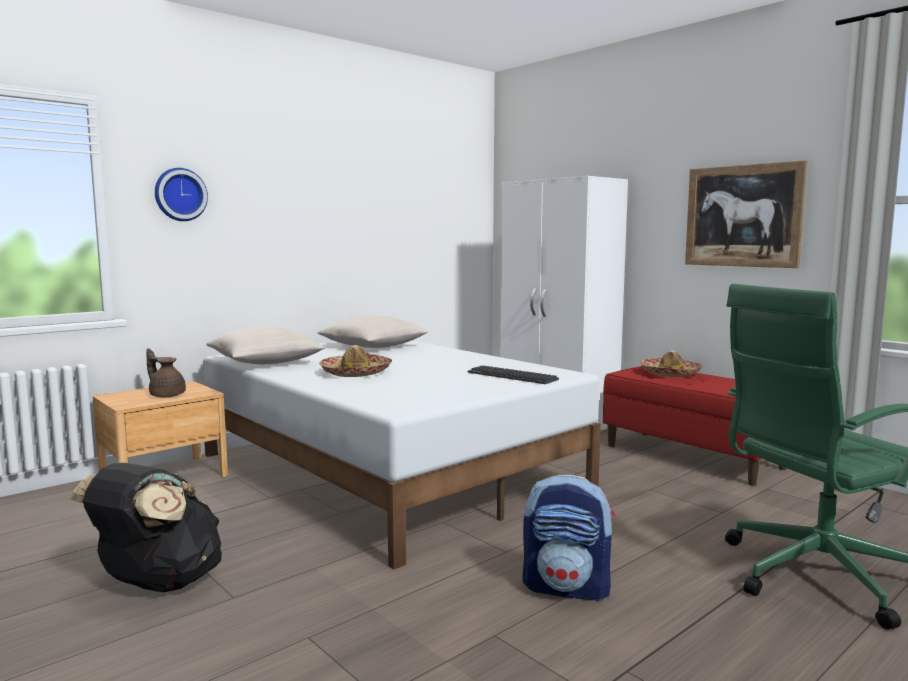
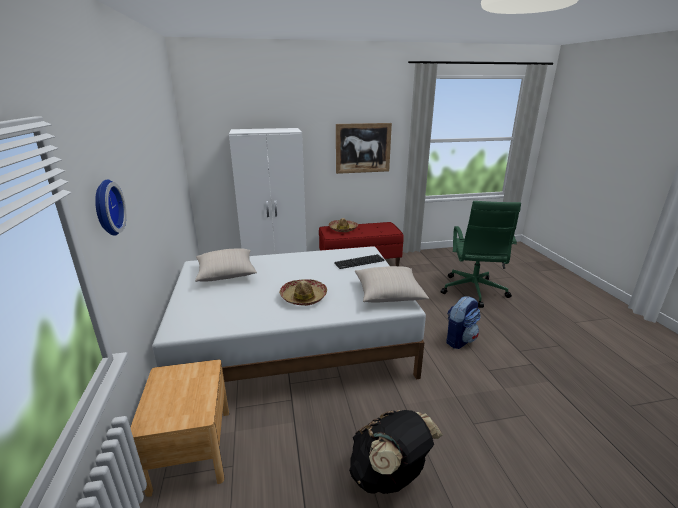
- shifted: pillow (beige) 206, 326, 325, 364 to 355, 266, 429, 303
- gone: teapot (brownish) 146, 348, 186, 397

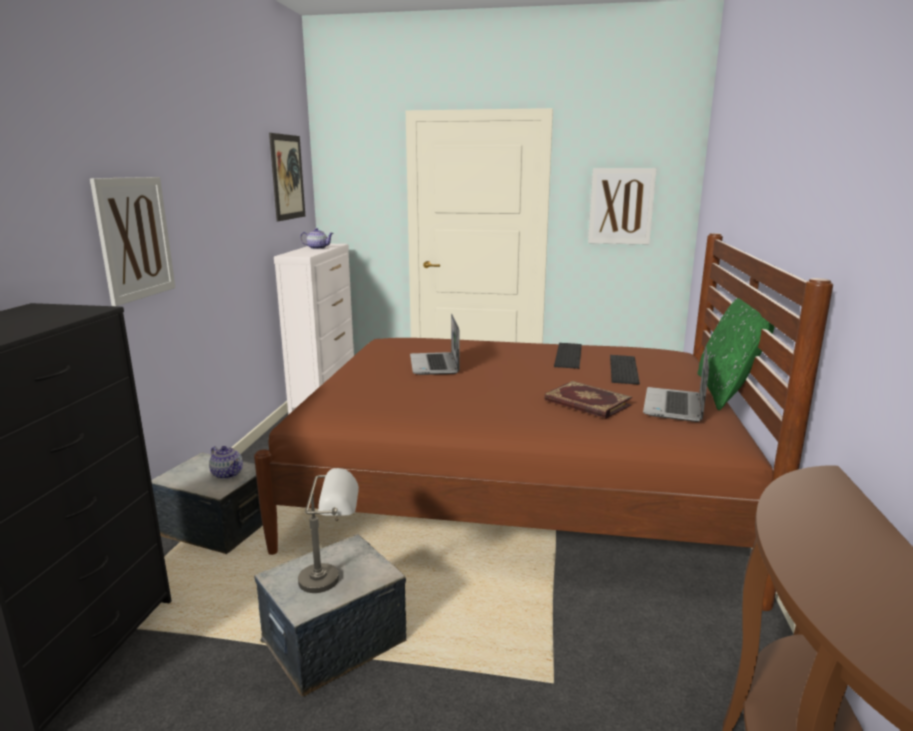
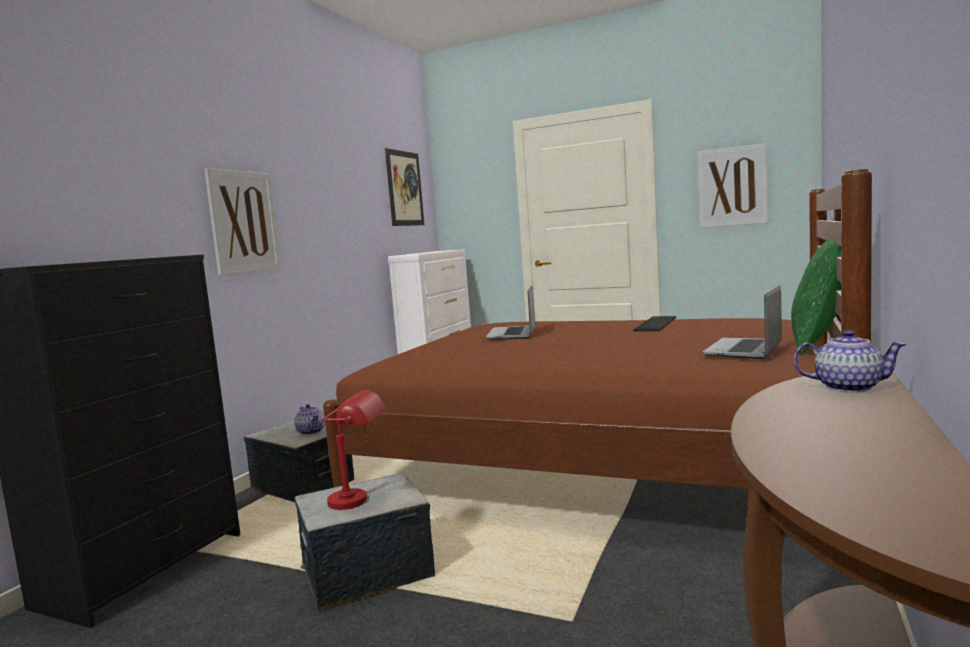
- shifted: teapot 300, 228, 333, 249 to 794, 330, 907, 393
- gone: keyboard 610, 355, 640, 385
- gone: bound book 544, 381, 632, 419
- repainted: lamp for a table (greyish) 298, 468, 359, 593 to lamp for a table (reddish) 322, 390, 386, 510

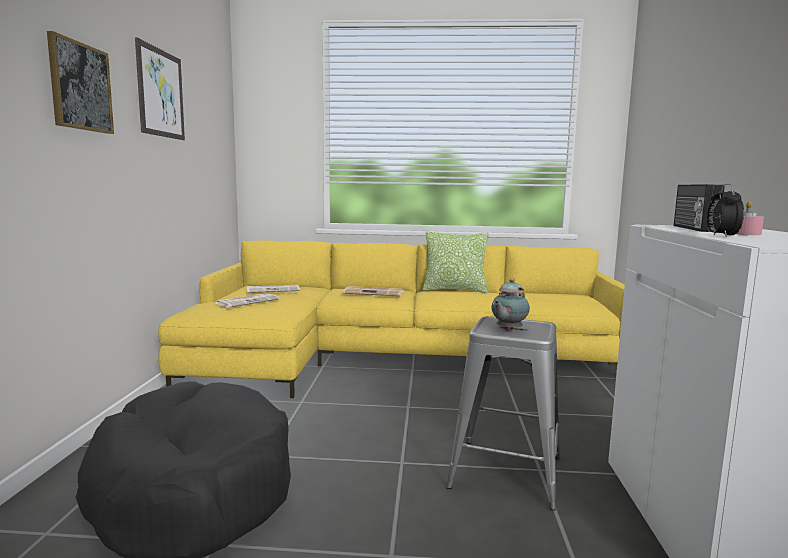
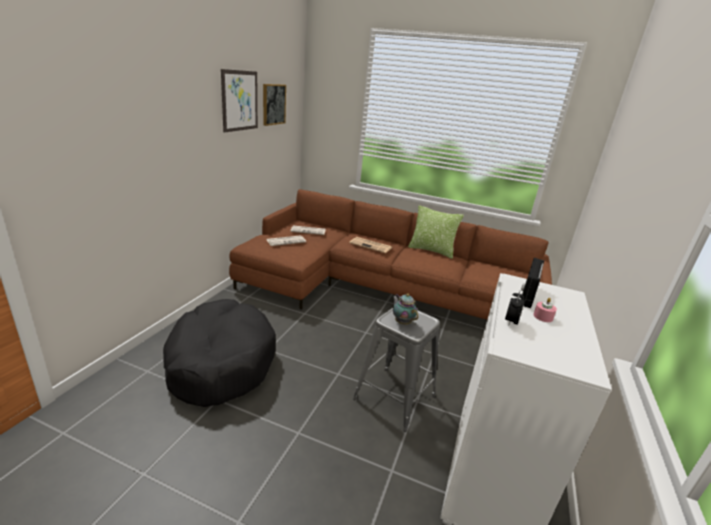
- shifted: picture 47, 31, 114, 134 to 263, 84, 286, 126
- repainted: settee (yellow) 158, 240, 625, 398 to settee (brownish) 229, 189, 552, 320
- rotated: teapot 492, 278, 530, 331 = 392, 293, 418, 325 90 degrees clockwise

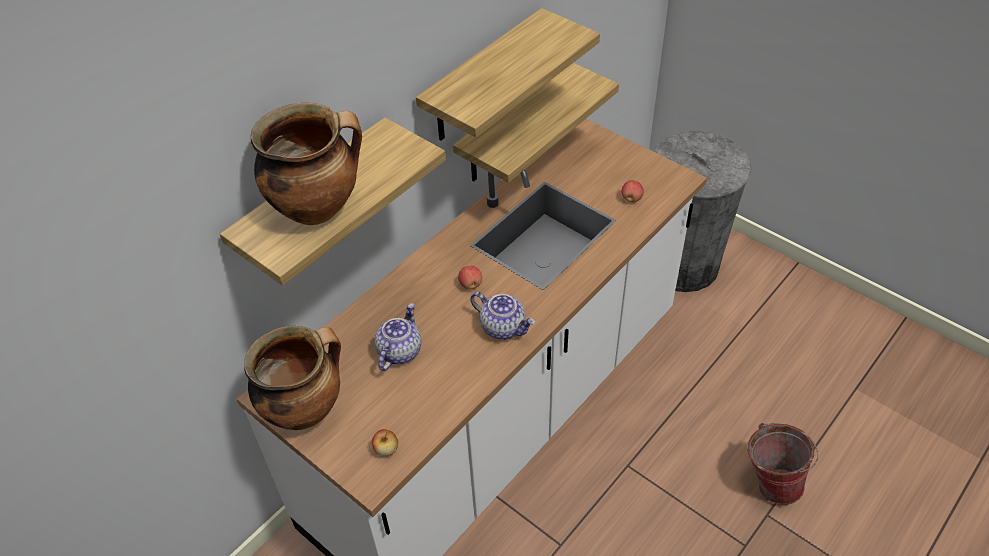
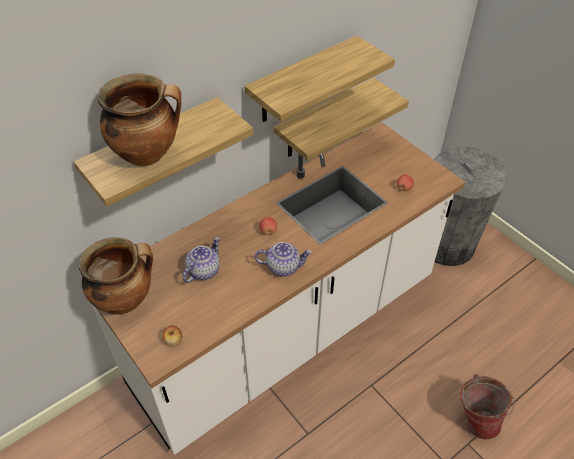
- rotated: teapot 470, 292, 535, 340 = 255, 242, 312, 276 45 degrees counterclockwise

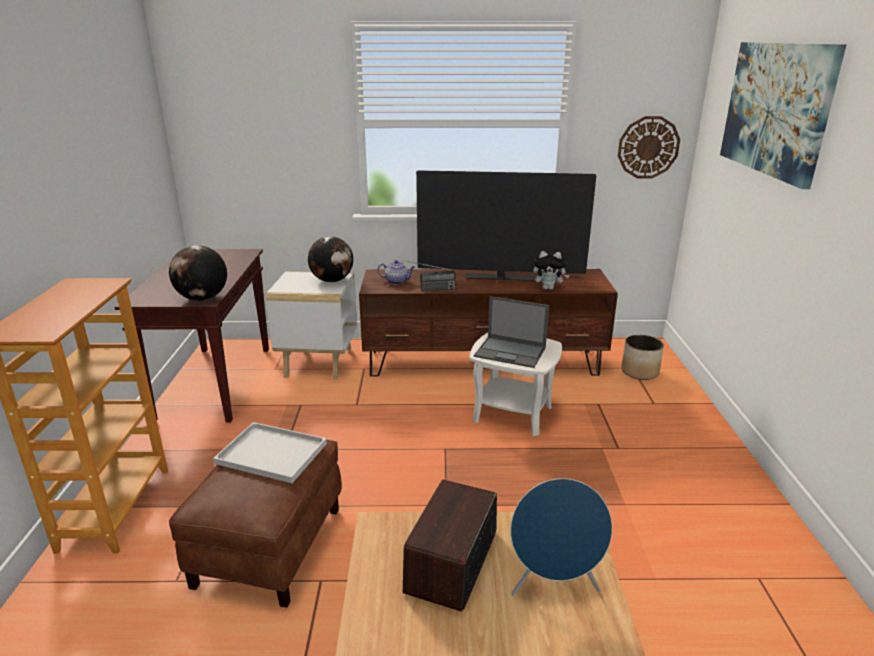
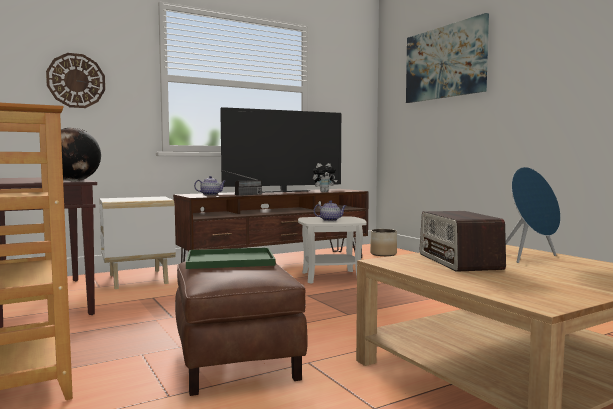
- shifted: wall clock 618, 116, 680, 178 to 46, 53, 105, 108
- gone: globe 308, 236, 353, 282
- swapped: laptop 474, 296, 549, 368 to teapot 314, 200, 347, 221
- repainted: serving tray (white) 213, 422, 327, 483 to serving tray (green-coloured) 186, 247, 276, 269

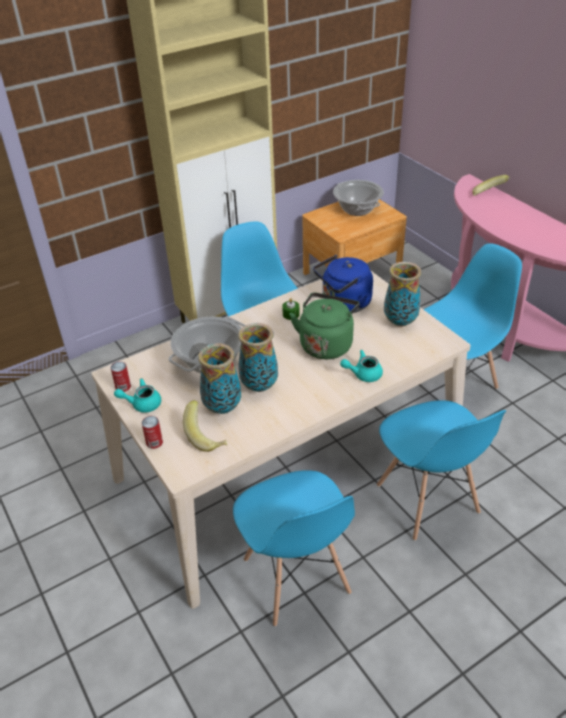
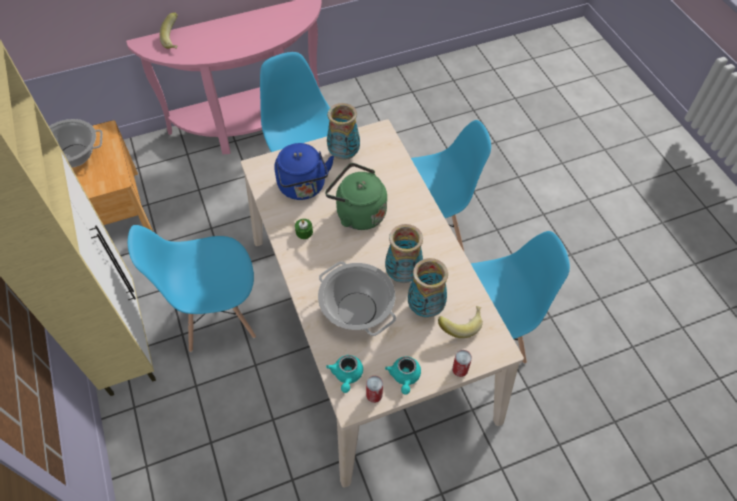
- shifted: teapot (turquoise-coloured) 340, 350, 383, 382 to 326, 355, 363, 393

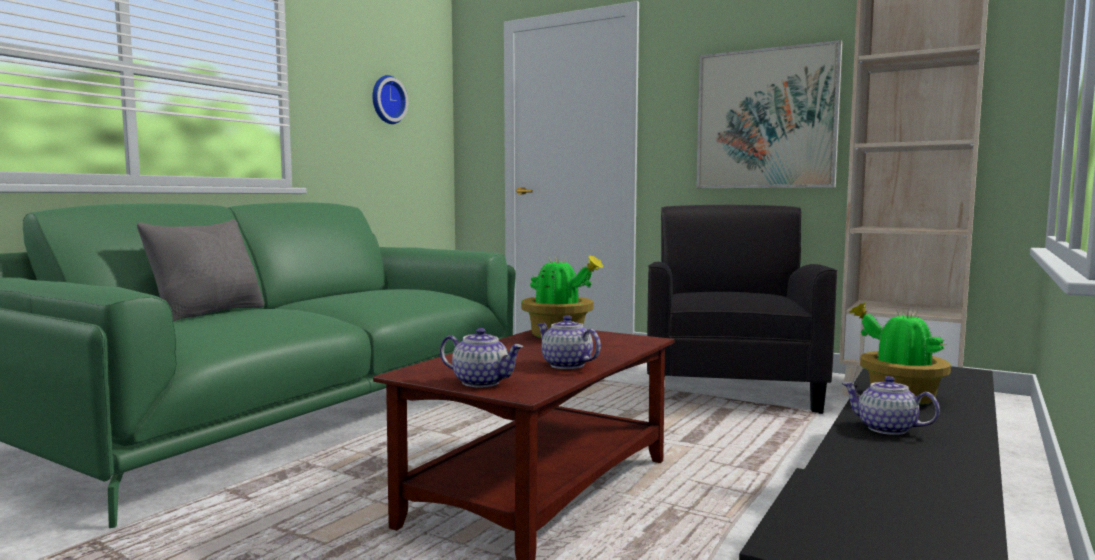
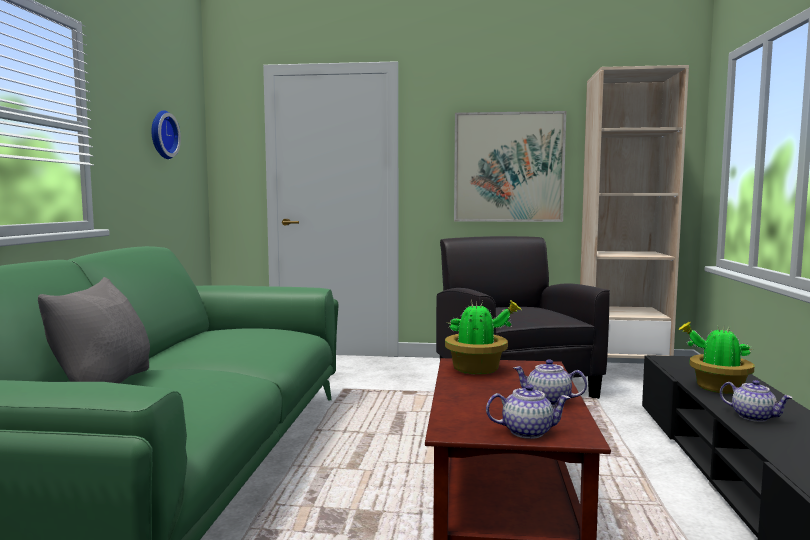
- rotated: teapot 842, 376, 940, 435 = 720, 380, 793, 422 150 degrees counterclockwise

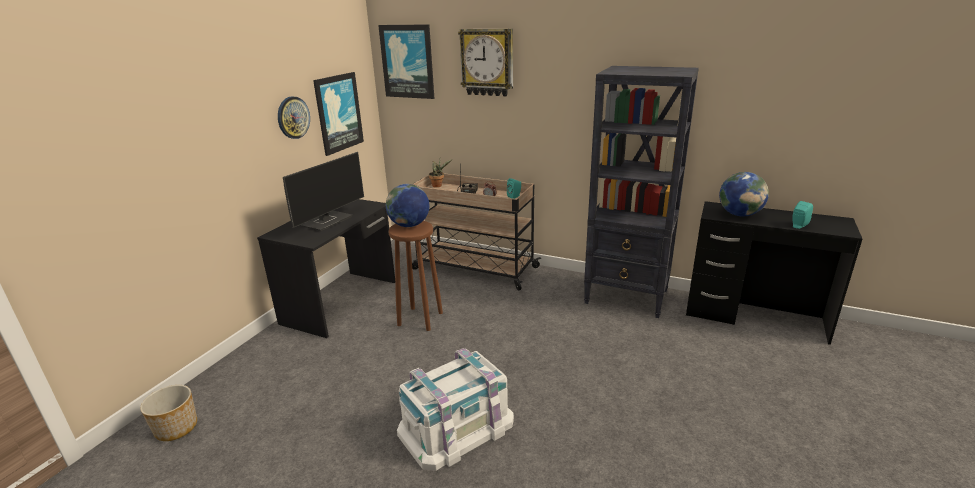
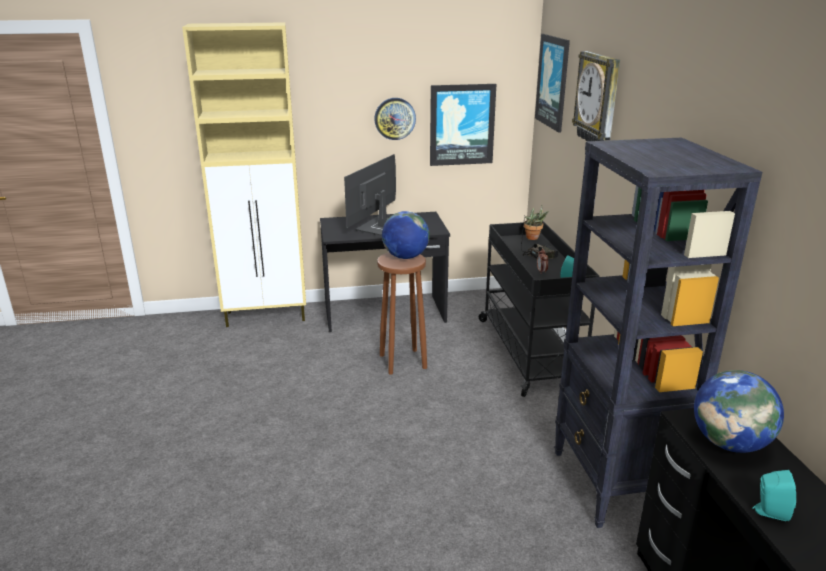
- rotated: computer screen 283, 152, 364, 231 = 344, 154, 396, 235 120 degrees clockwise
- repainted: trolley (beige) 412, 173, 541, 291 to trolley (black) 479, 221, 599, 397
- gone: storage box (white) 397, 348, 514, 471
- gone: flower pot 140, 385, 197, 441
- new: storage cabinet (beige) 182, 22, 306, 327

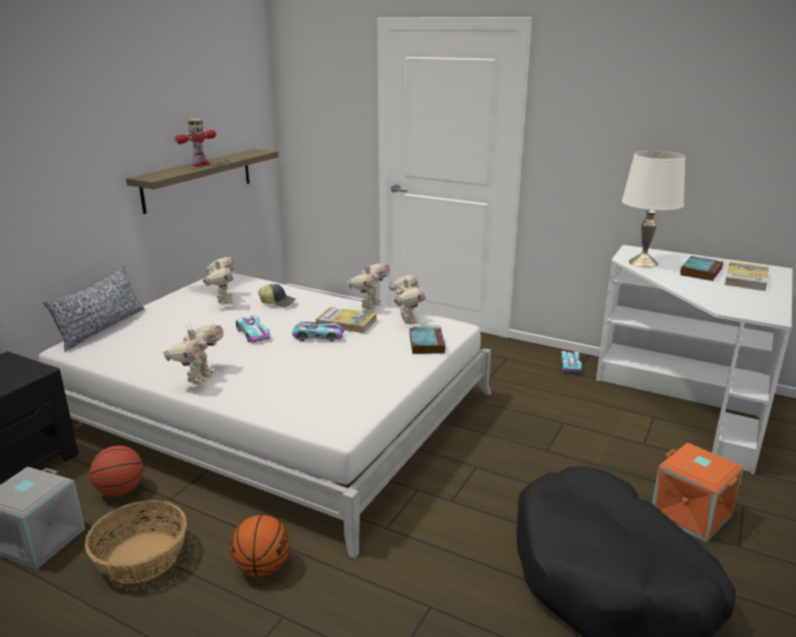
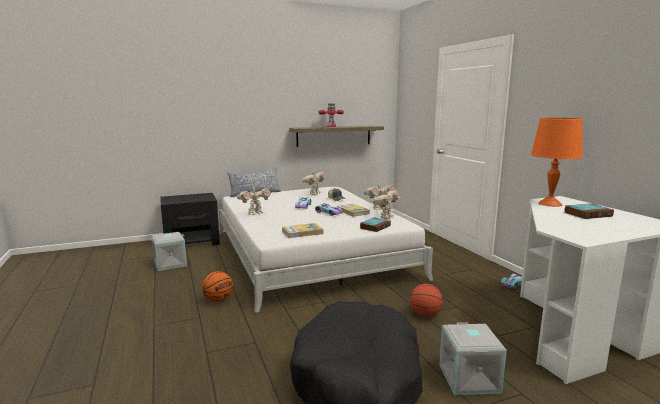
- repainted: lamp for a table (white) 622, 151, 686, 268 to lamp for a table (orange) 531, 118, 583, 207
- shifted: bound book 724, 262, 769, 291 to 282, 223, 323, 238
- repainted: storage box (orange) 652, 443, 744, 542 to storage box (greyish) 439, 322, 507, 395
- shifted: ball for basketball 90, 445, 144, 497 to 410, 284, 443, 317
- gone: basket 85, 500, 187, 584

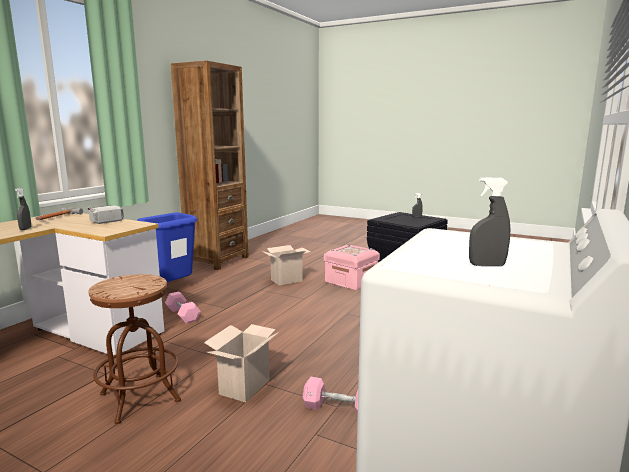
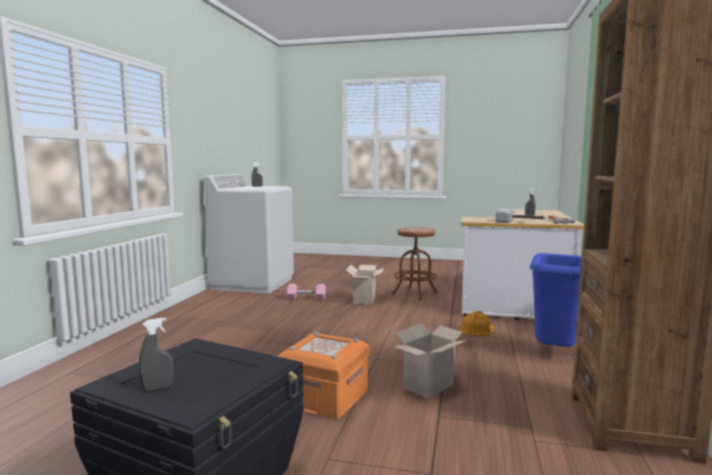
- repainted: storage box (pinkish) 324, 244, 380, 290 to storage box (orange) 278, 332, 370, 419
- swapped: free weight (pinkish) 165, 292, 201, 324 to safety helmet (orange) 459, 311, 494, 336

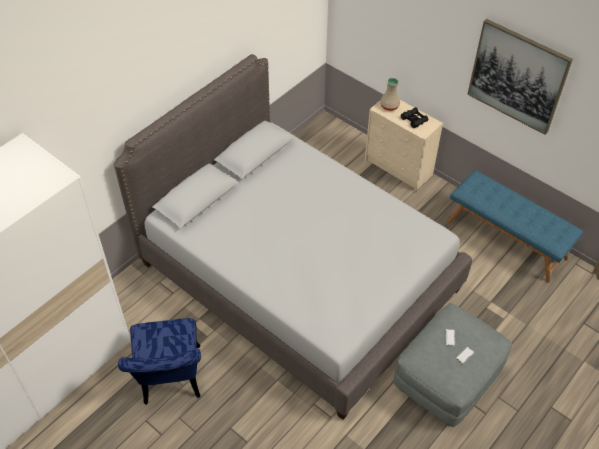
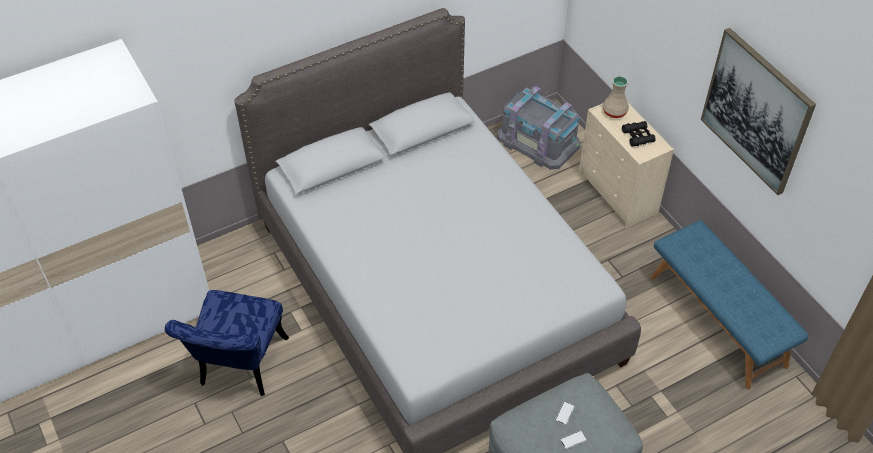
- new: storage box (greyish) 497, 86, 580, 170

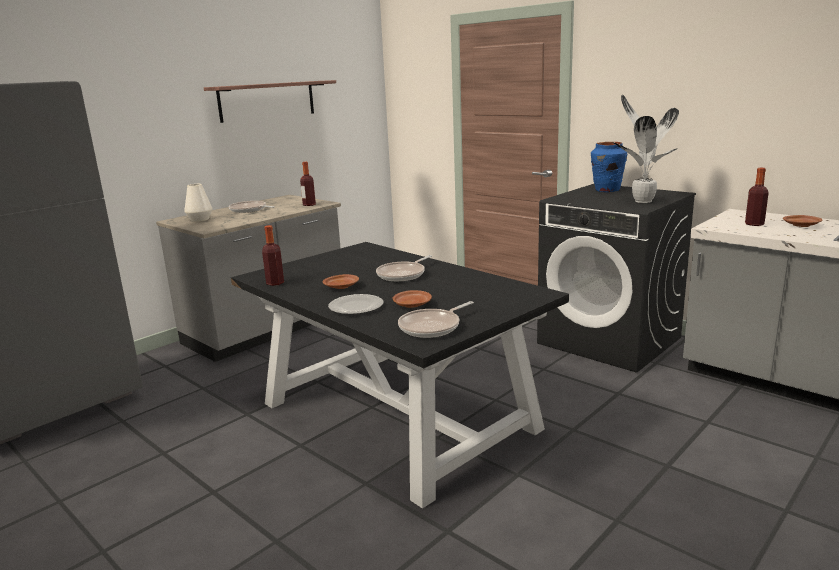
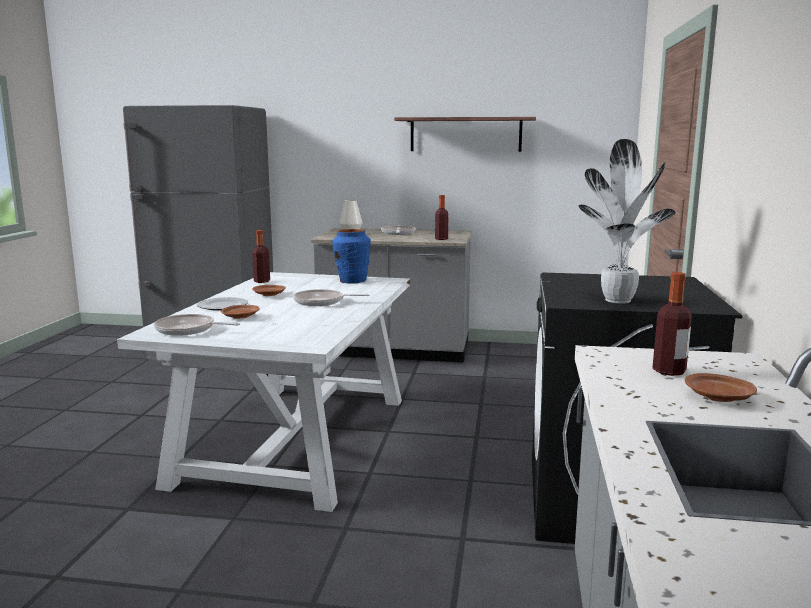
- shifted: vase (blue-coloured) 591, 142, 628, 192 to 332, 229, 371, 284
- repainted: dining table (black) 231, 242, 569, 509 to dining table (white) 117, 272, 410, 512

